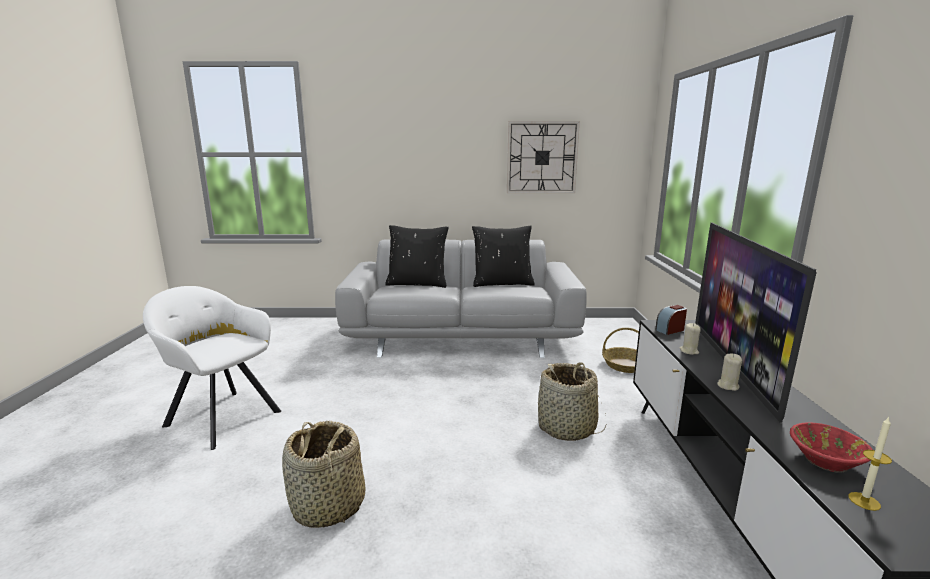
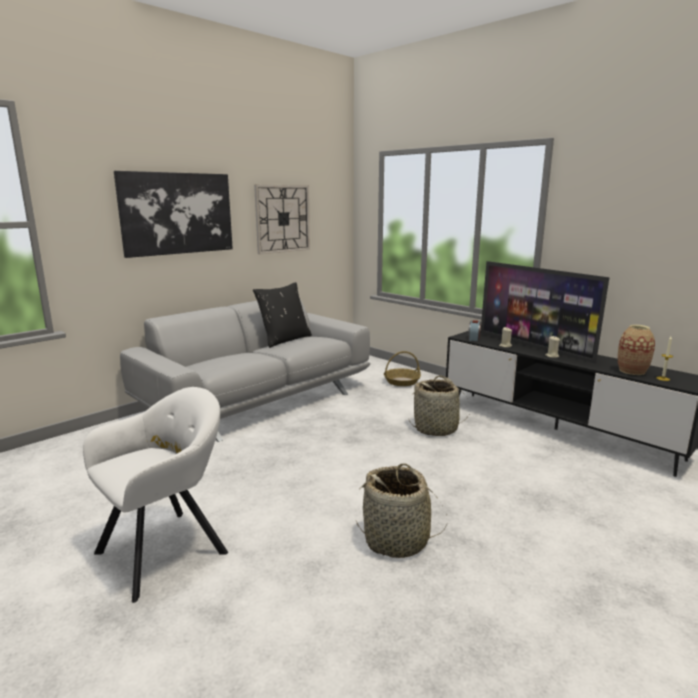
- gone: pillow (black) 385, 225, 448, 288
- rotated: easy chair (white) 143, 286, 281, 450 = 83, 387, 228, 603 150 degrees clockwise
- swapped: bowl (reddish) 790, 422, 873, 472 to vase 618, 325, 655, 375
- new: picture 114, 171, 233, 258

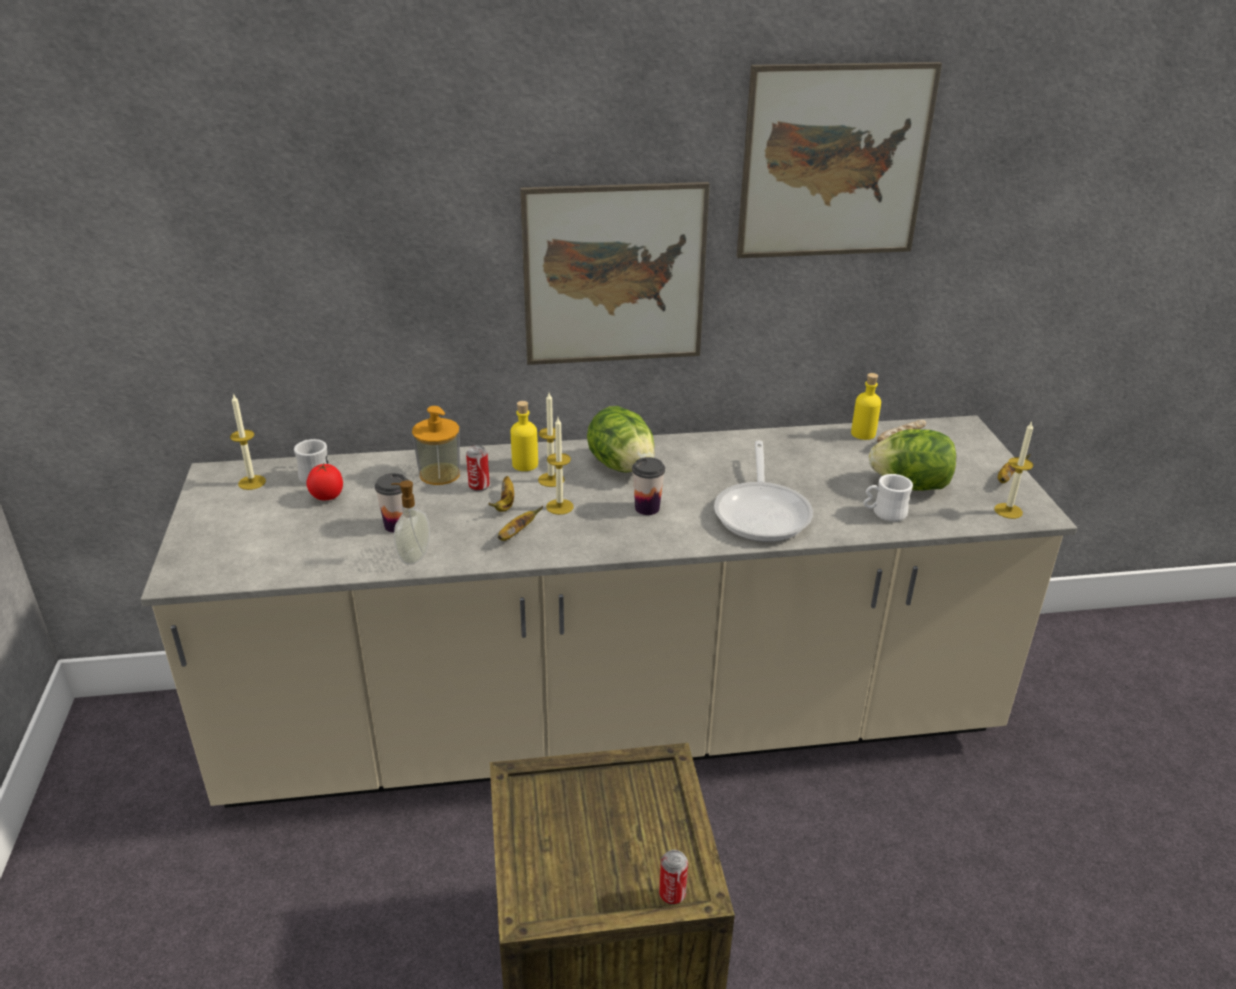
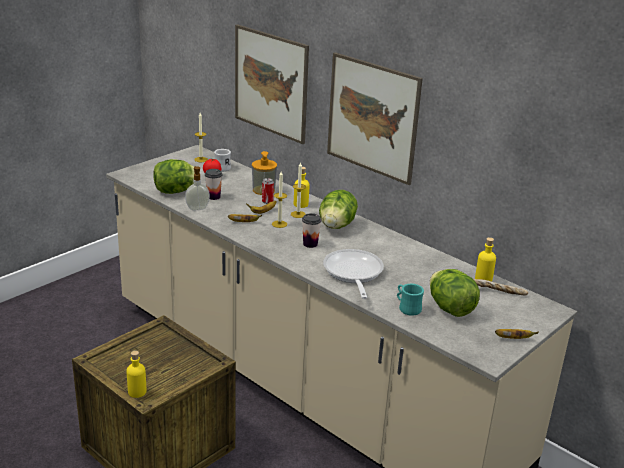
- shifted: picture 737, 62, 942, 258 to 235, 24, 309, 144
- gone: candle 994, 422, 1033, 519
- rotated: skillet 714, 441, 813, 542 = 323, 249, 384, 299 120 degrees clockwise
- repainted: coffee mug (white) 863, 474, 913, 522 to coffee mug (turquoise-coloured) 397, 284, 424, 316
- swapped: sealed can 659, 850, 688, 905 to bottle (yellow) 127, 350, 146, 398
- new: lettuce head 153, 159, 200, 194

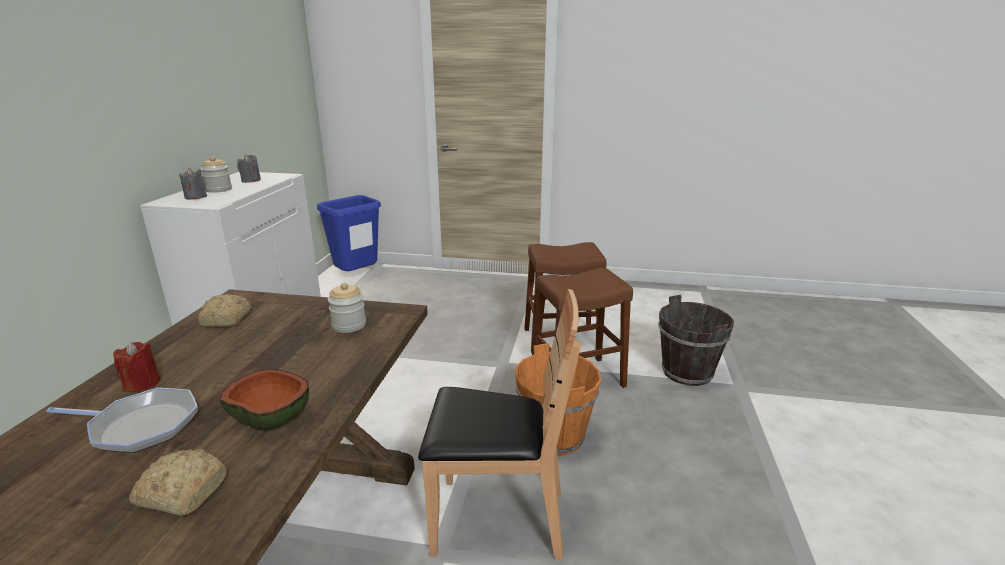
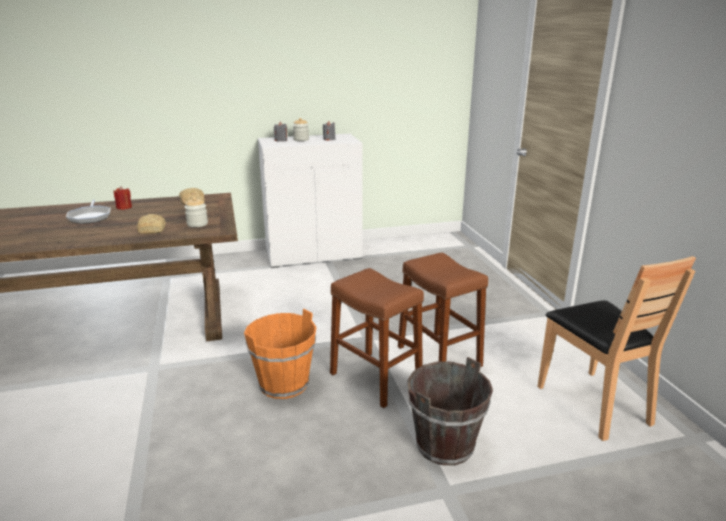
- gone: rubbish bin (blue-coloured) 317, 195, 381, 271
- shifted: chair (brownish) 418, 289, 581, 559 to 537, 256, 696, 441
- gone: bowl 220, 369, 309, 430
- shifted: bakery bread 129, 449, 227, 516 to 137, 214, 166, 234

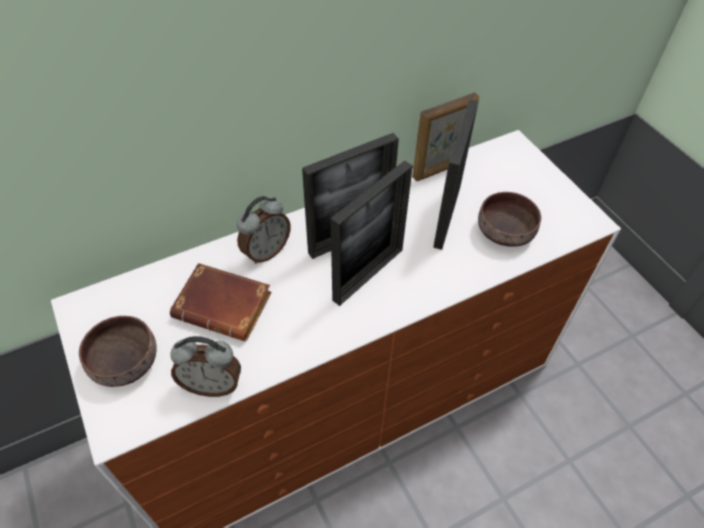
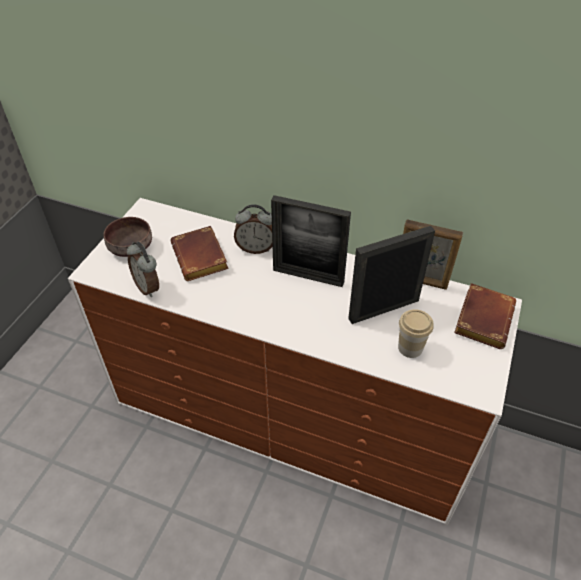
- gone: photo frame 331, 160, 413, 306
- swapped: bowl (brownish) 478, 192, 541, 247 to small cup 398, 309, 434, 358
- new: bound book (brownish) 454, 283, 516, 349

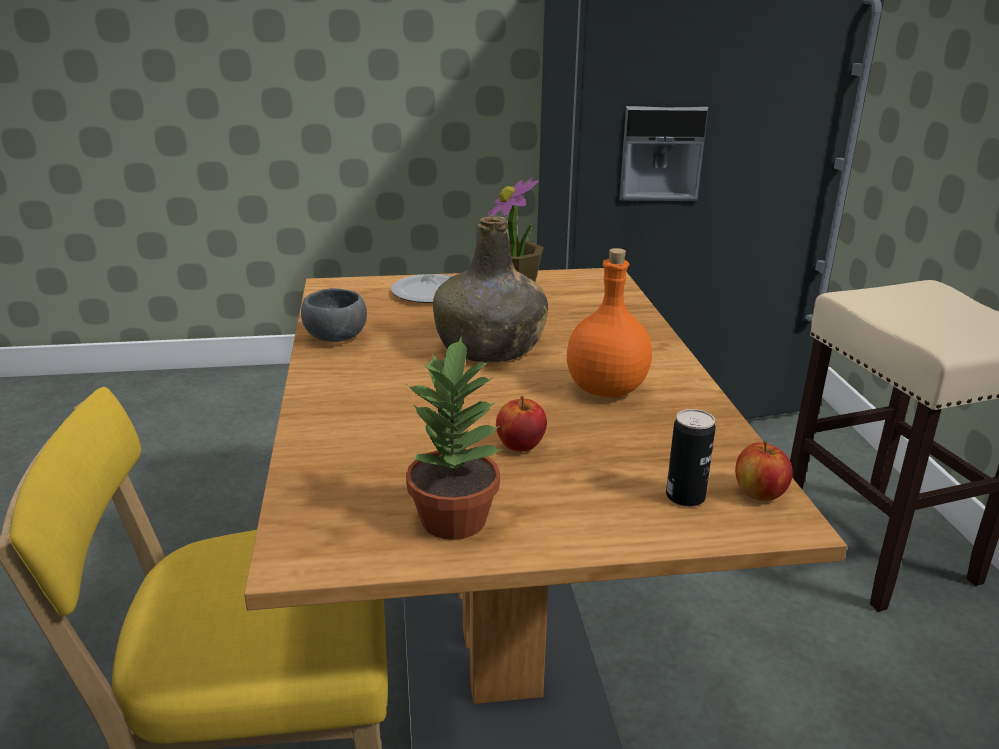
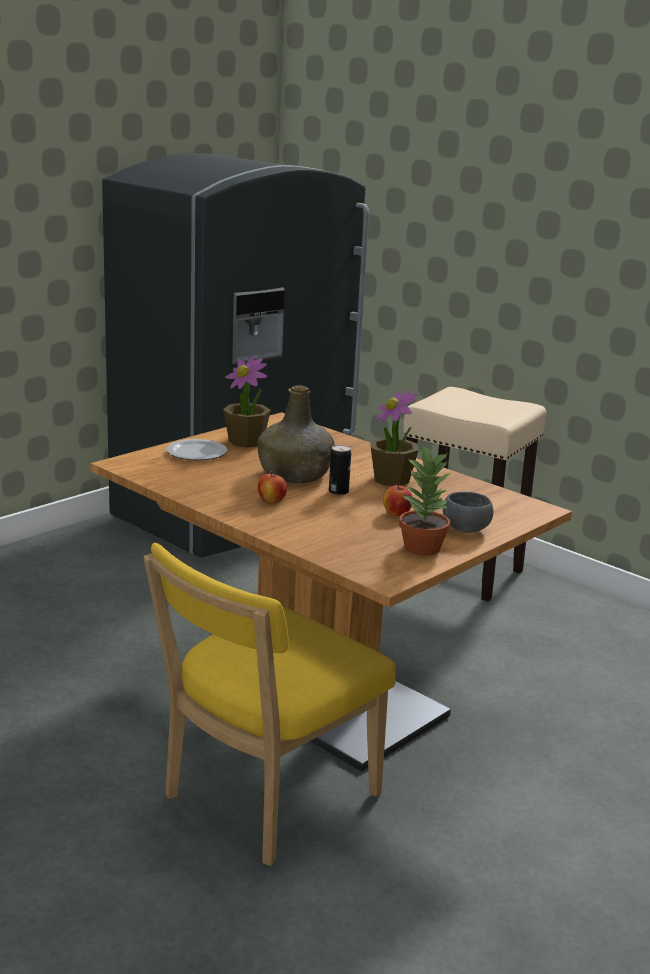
- swapped: bottle (orange) 566, 248, 652, 397 to plant in a pot 370, 390, 419, 486
- shifted: bowl (greyish) 301, 288, 367, 342 to 443, 492, 493, 533
- shifted: sealed can 666, 409, 716, 507 to 329, 445, 351, 495
- shifted: whole apple 735, 441, 793, 501 to 258, 471, 287, 504

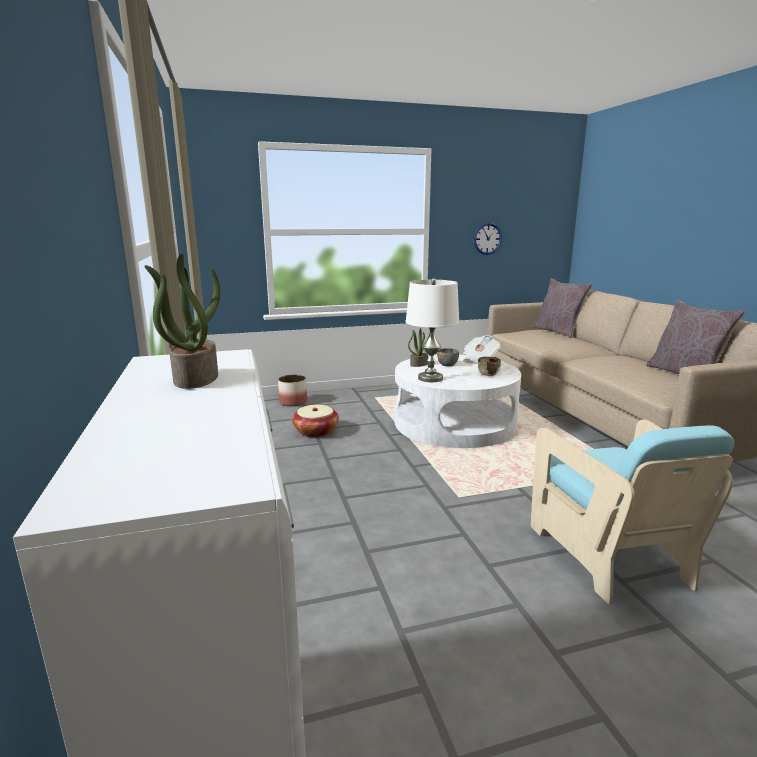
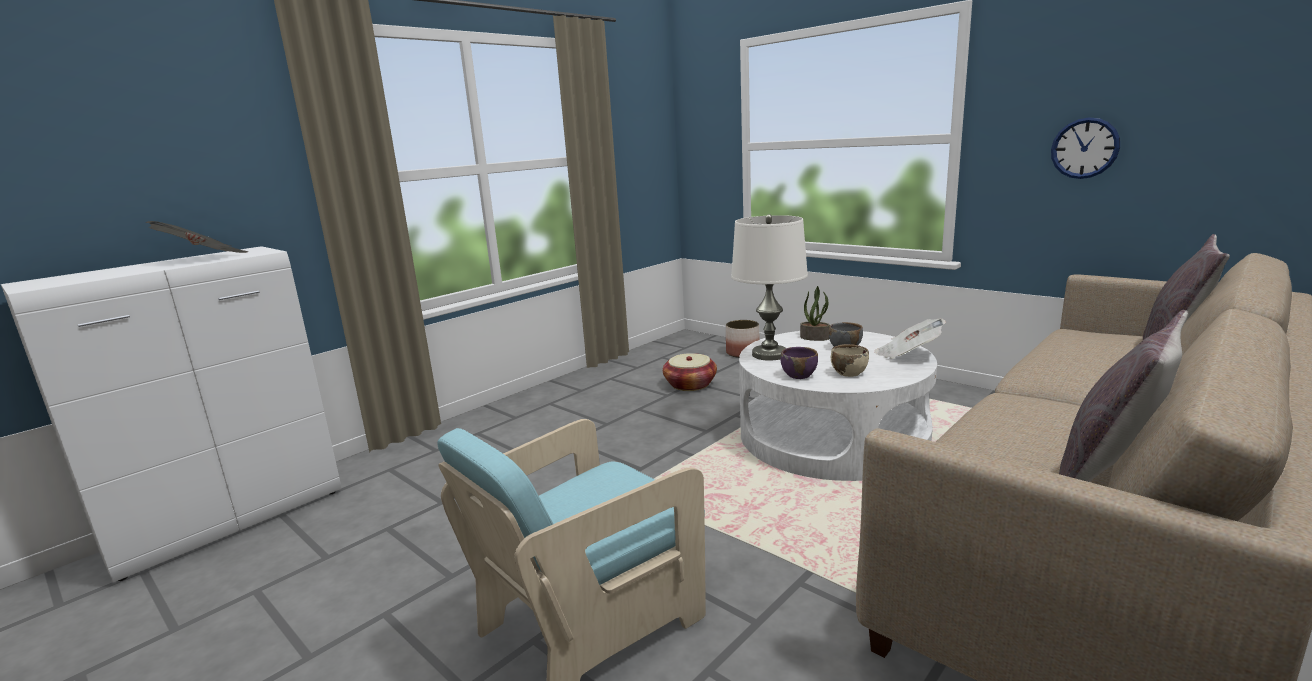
- swapped: plant in a pot 145, 253, 220, 389 to printed paper 145, 221, 249, 253
- new: bowl (purplish) 781, 347, 818, 379

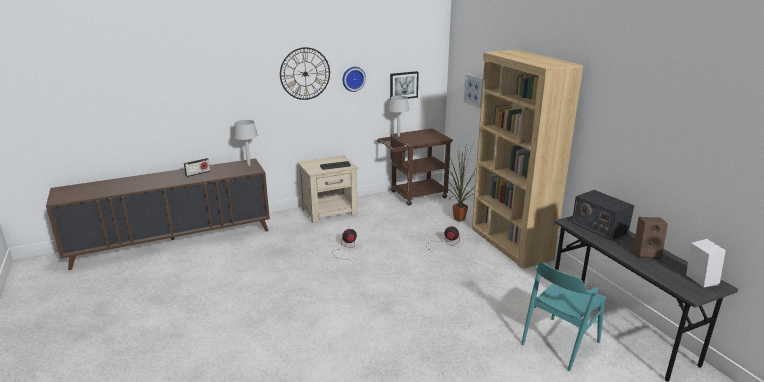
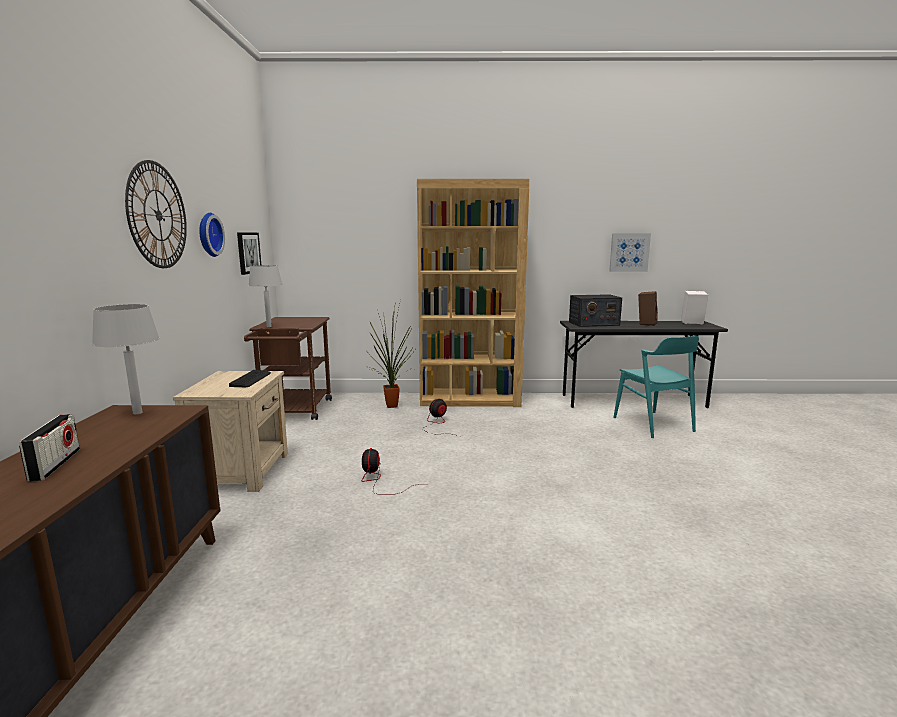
- shifted: picture 464, 73, 483, 109 to 609, 233, 651, 272

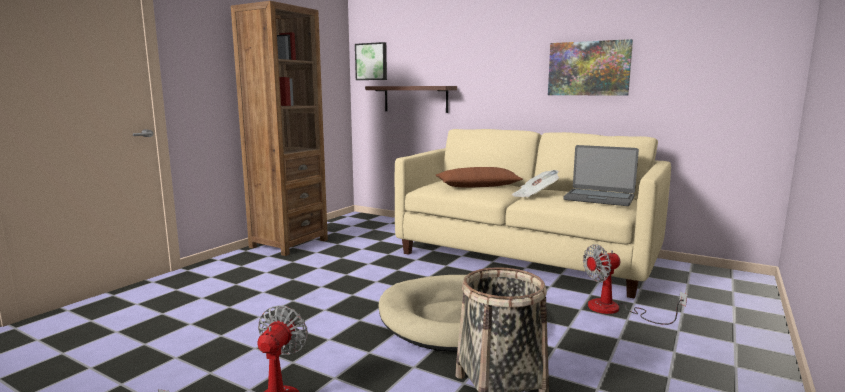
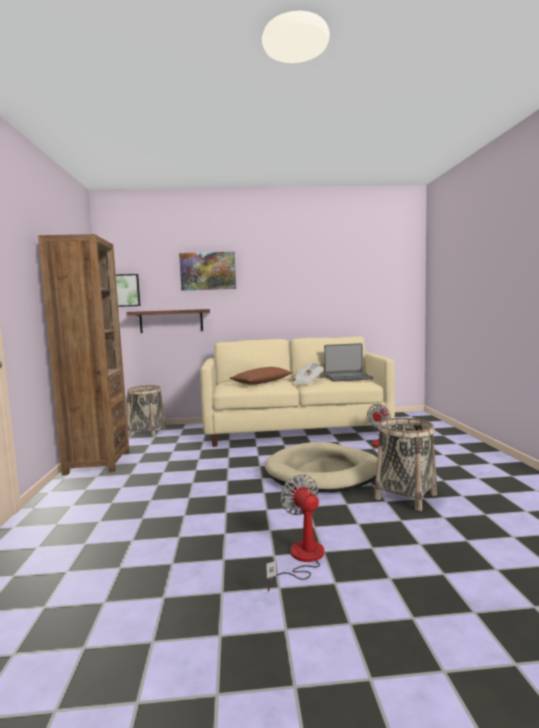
- shifted: picture 548, 39, 633, 96 to 179, 252, 236, 291
- new: basket 127, 385, 166, 437

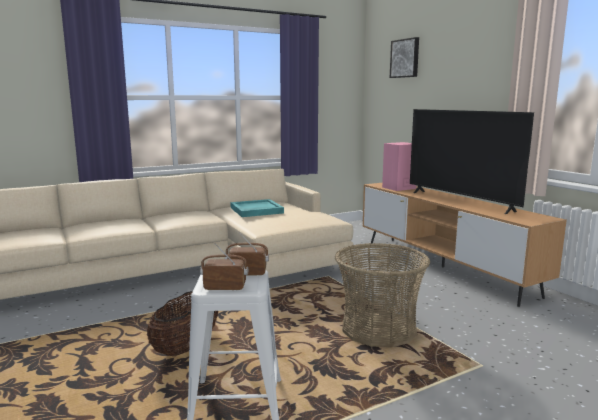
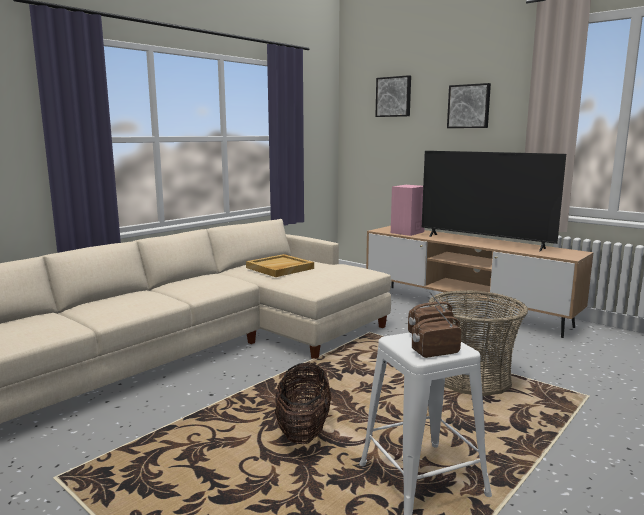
- repainted: serving tray (turquoise-coloured) 230, 199, 284, 217 to serving tray (beige) 246, 254, 314, 277
- new: picture 447, 83, 491, 128

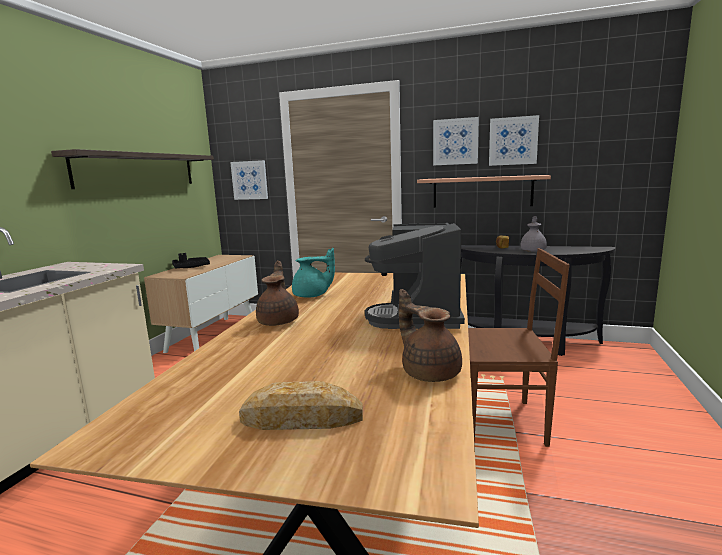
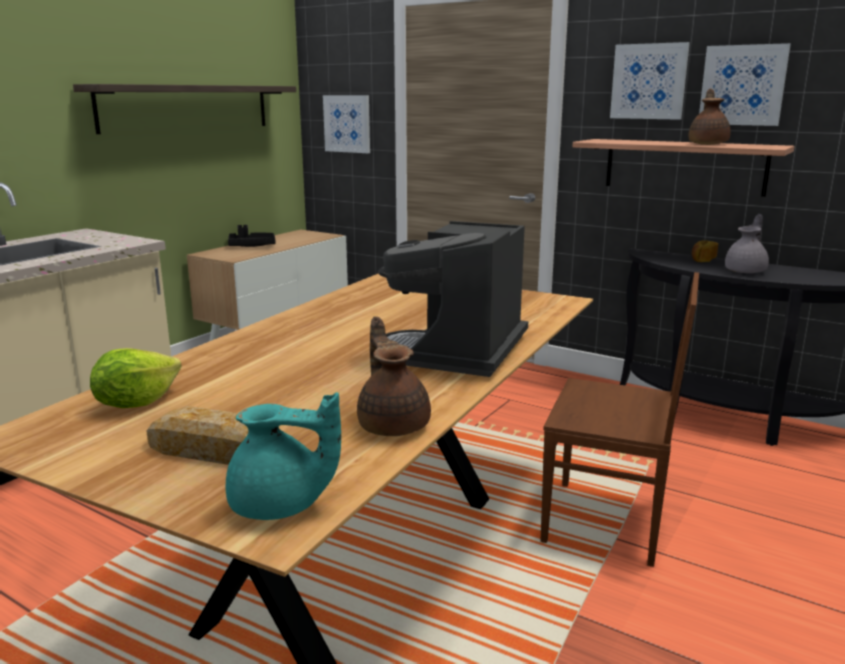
- shifted: teapot (turquoise-coloured) 292, 248, 335, 298 to 226, 392, 341, 520
- shifted: teapot (brownish) 256, 261, 299, 326 to 688, 88, 731, 145
- new: lettuce head 90, 348, 182, 408

